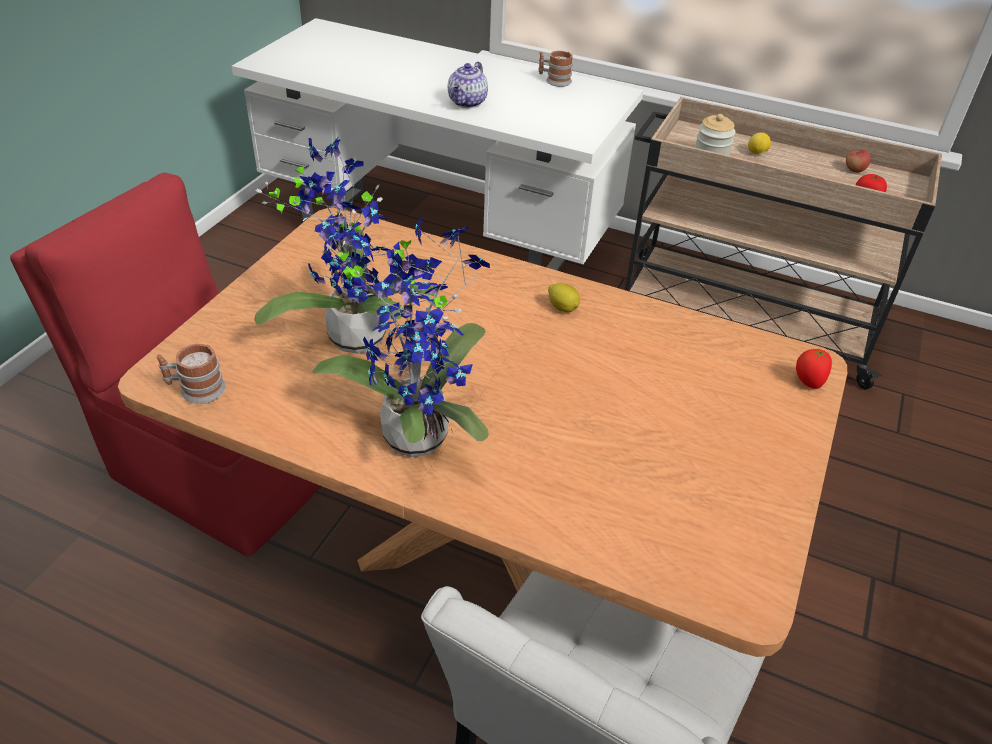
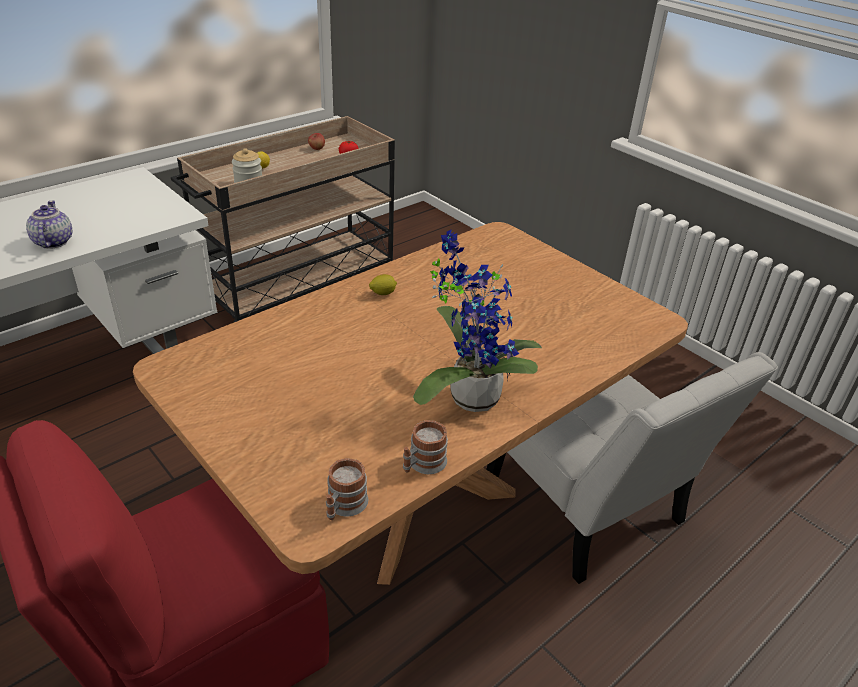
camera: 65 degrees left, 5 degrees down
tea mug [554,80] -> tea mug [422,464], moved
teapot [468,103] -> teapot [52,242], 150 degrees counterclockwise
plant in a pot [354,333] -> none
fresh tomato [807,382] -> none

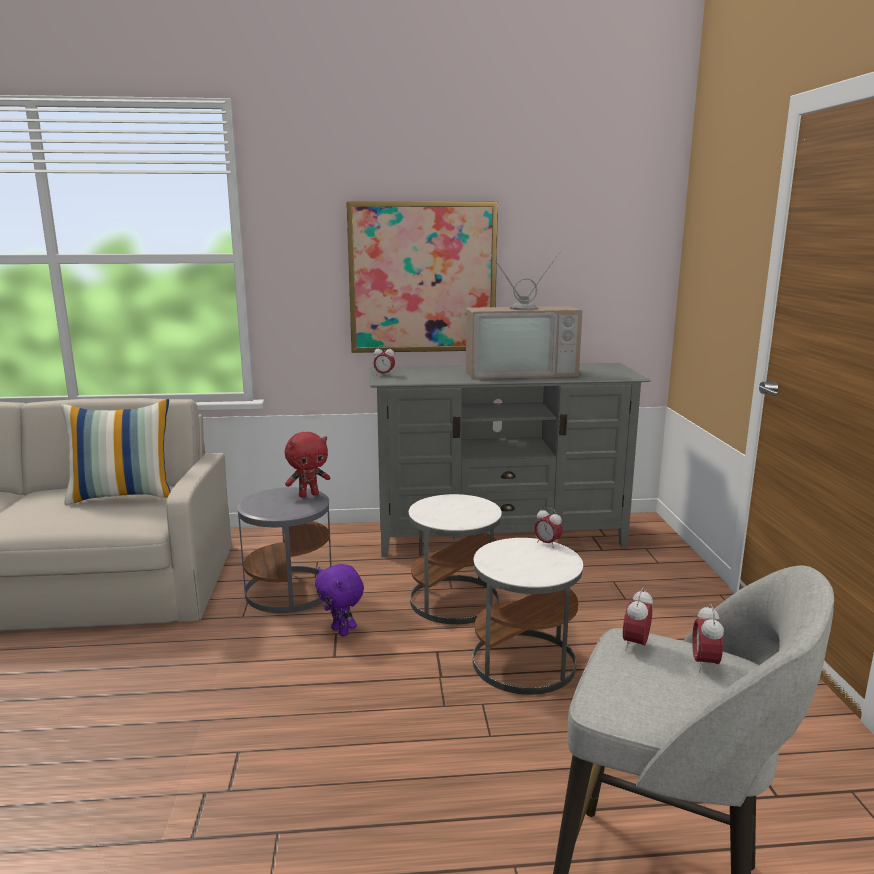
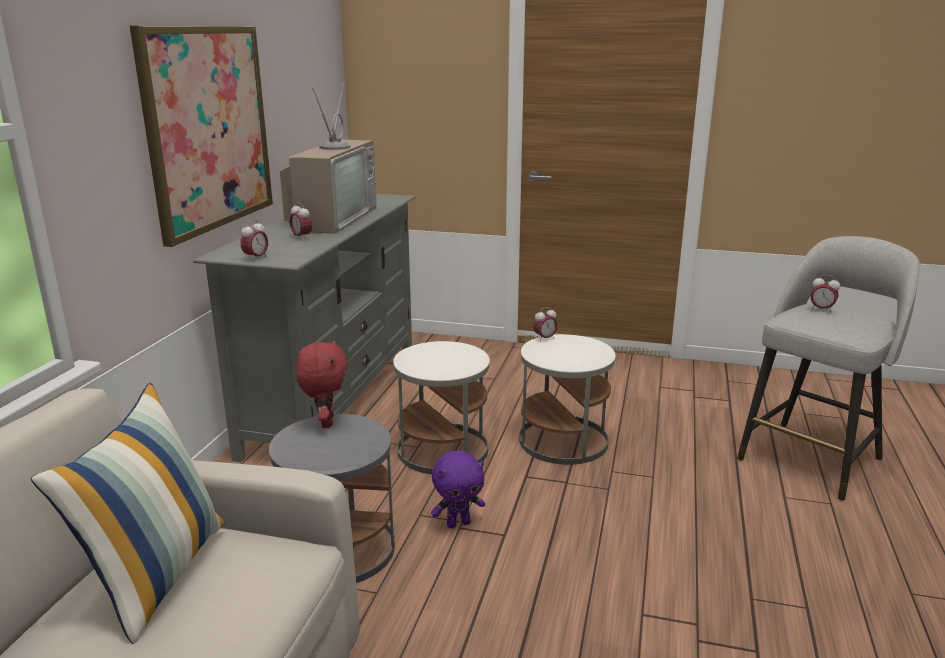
camera: 70 degrees left, 5 degrees up
bedside clock [635,645] -> bedside clock [301,237], moved

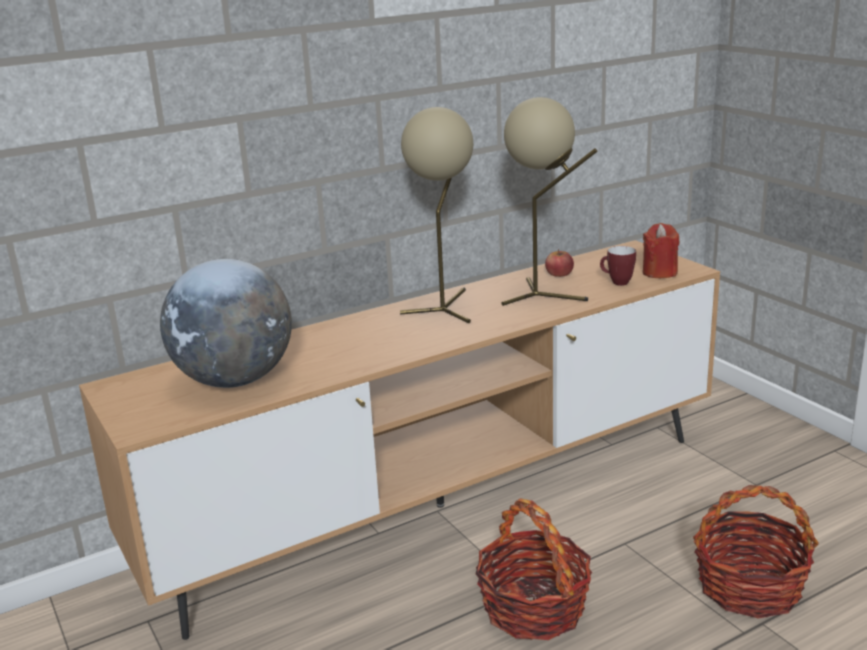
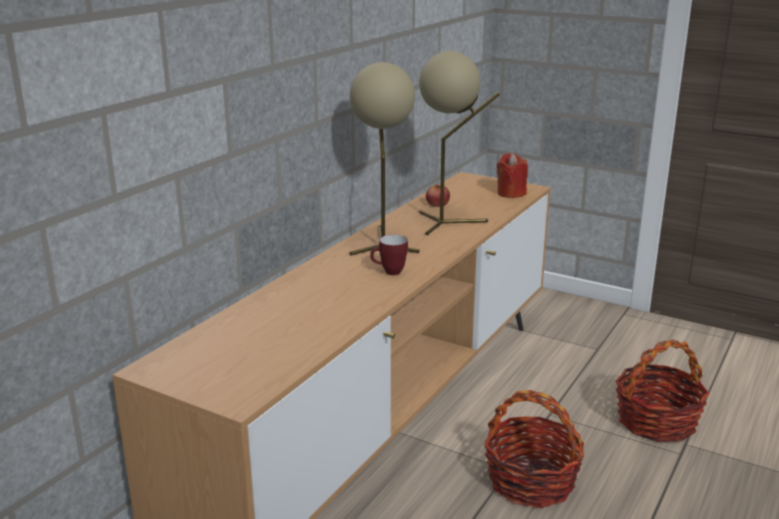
camera: 30 degrees left, 0 degrees up
tea mug [616,282] -> tea mug [389,272], moved
desk globe [235,380] -> none

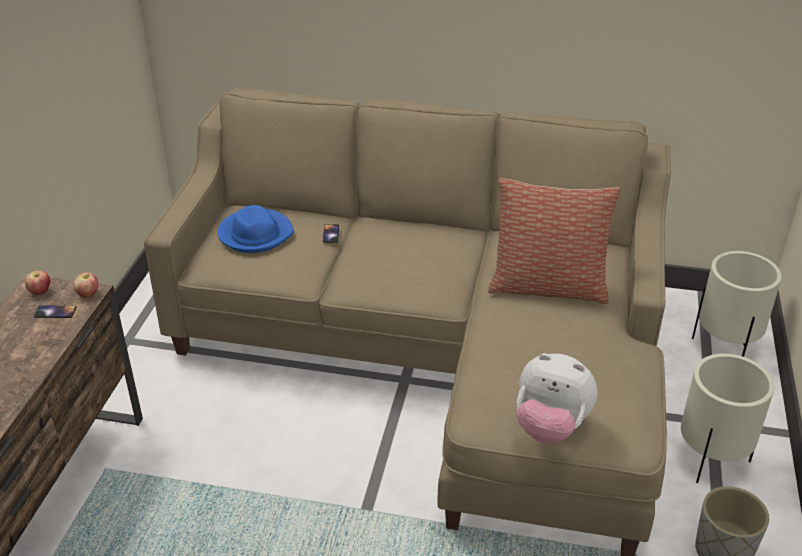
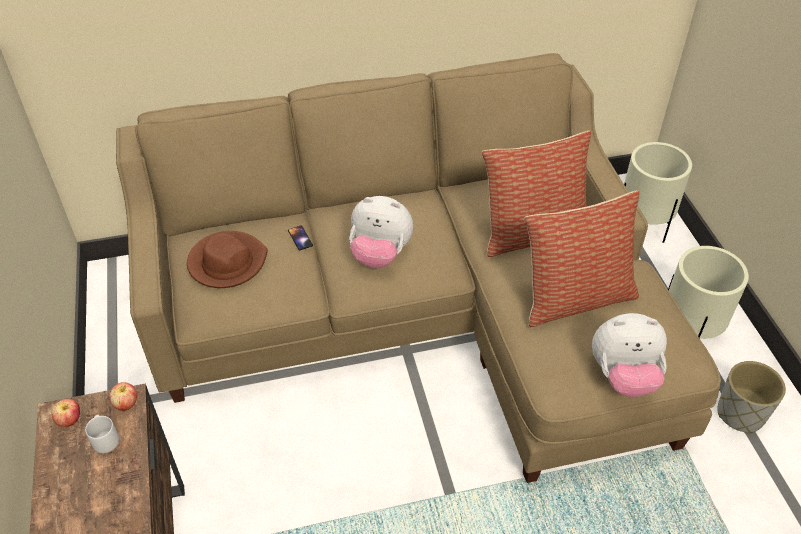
camera: 25 degrees left, 10 degrees up
wearable hat (blue-coloured) [255,234] -> wearable hat (brown) [227,262]
phone [55,312] -> tea mug (grey) [105,439]
none -> throw pillow [575,298]
none -> plush toy [380,254]

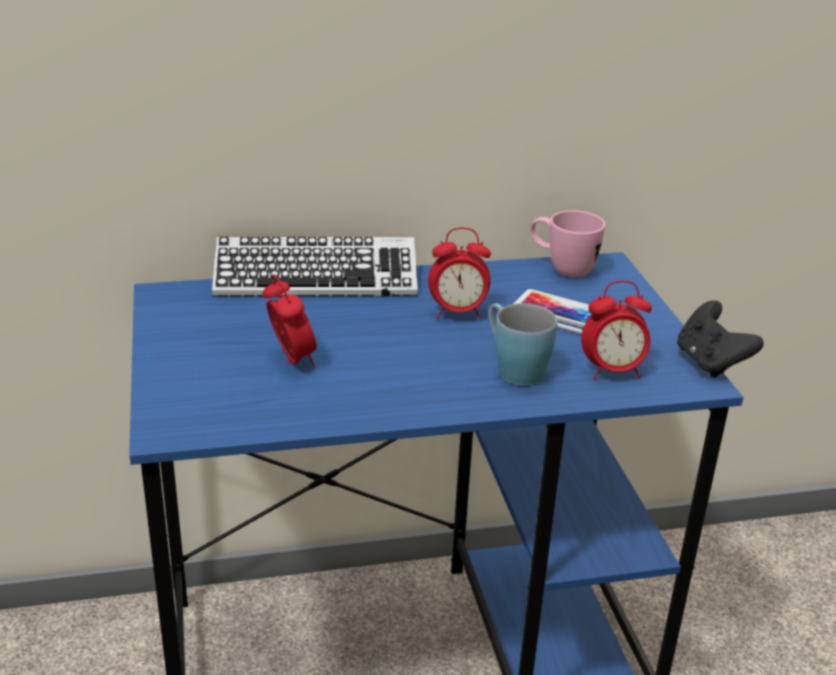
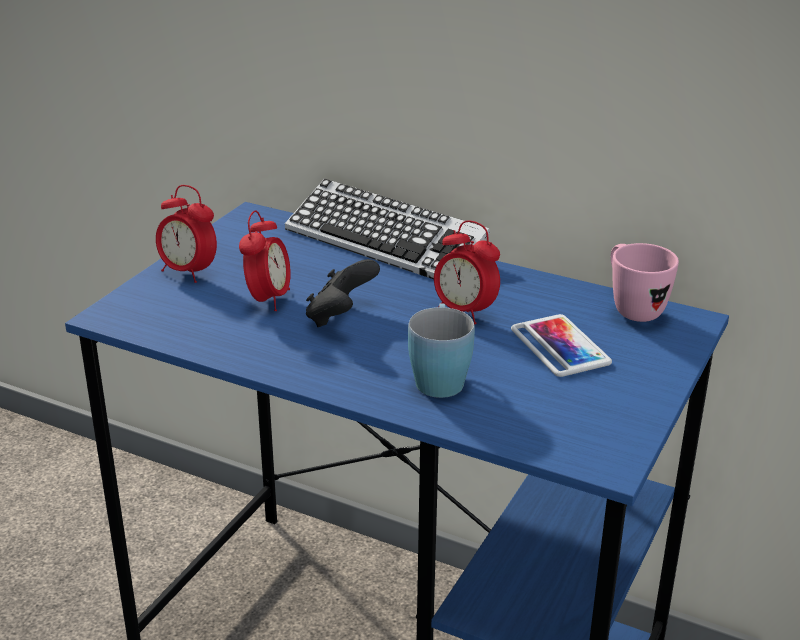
camera: 40 degrees right, 0 degrees up
bedside clock [612,371] -> bedside clock [188,272], moved
joypad (black-coloured) [710,363] -> joypad (black-coloured) [340,317], moved

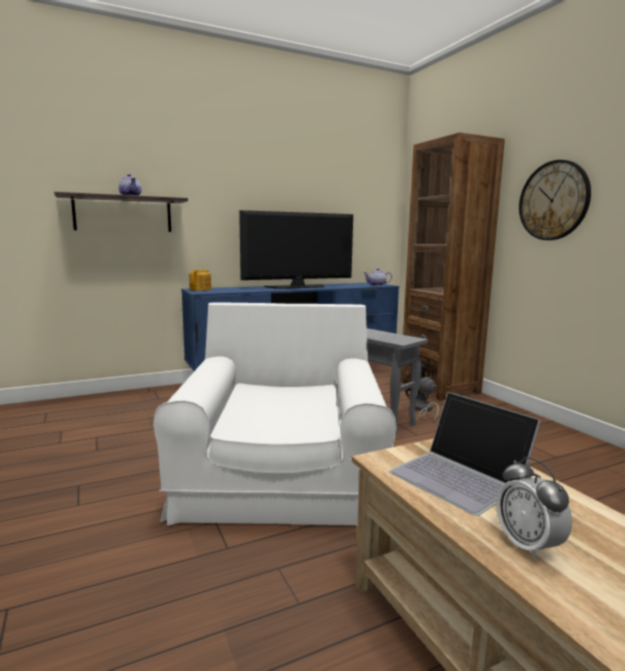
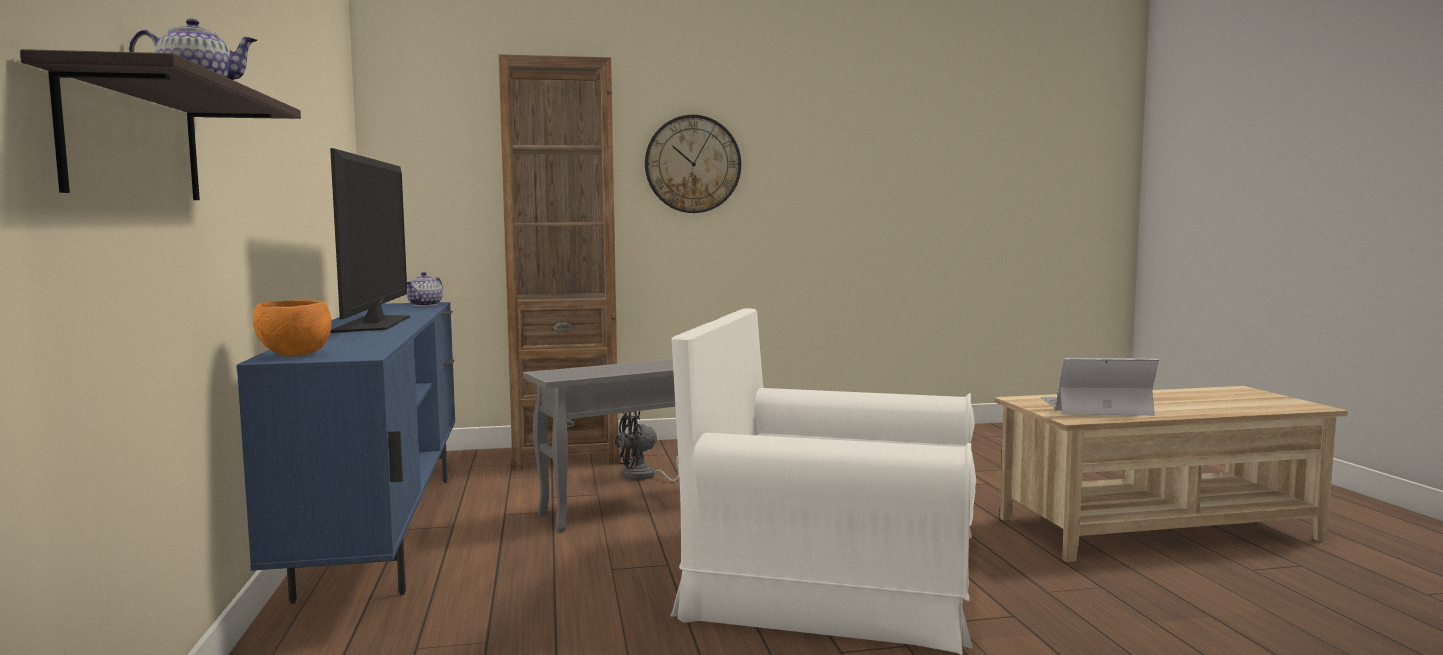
camera: 75 degrees left, 5 degrees down
teapot [201,289] -> deep dish (orangey) [295,355]
laptop [460,476] -> laptop [1094,406], 150 degrees counterclockwise
bedside clock [528,546] -> none

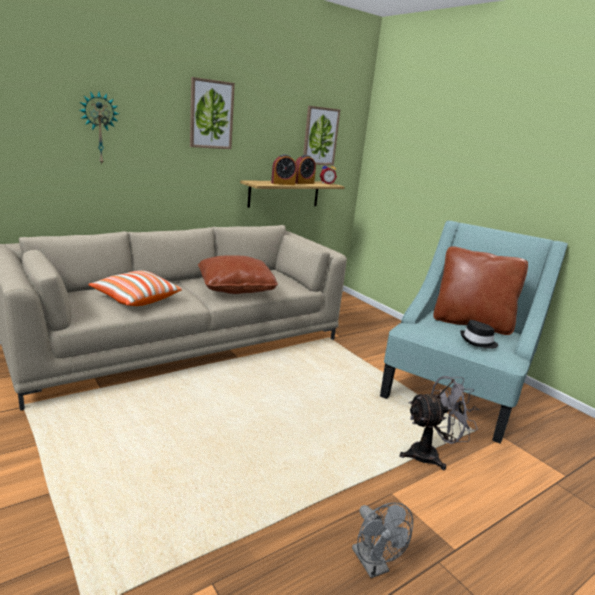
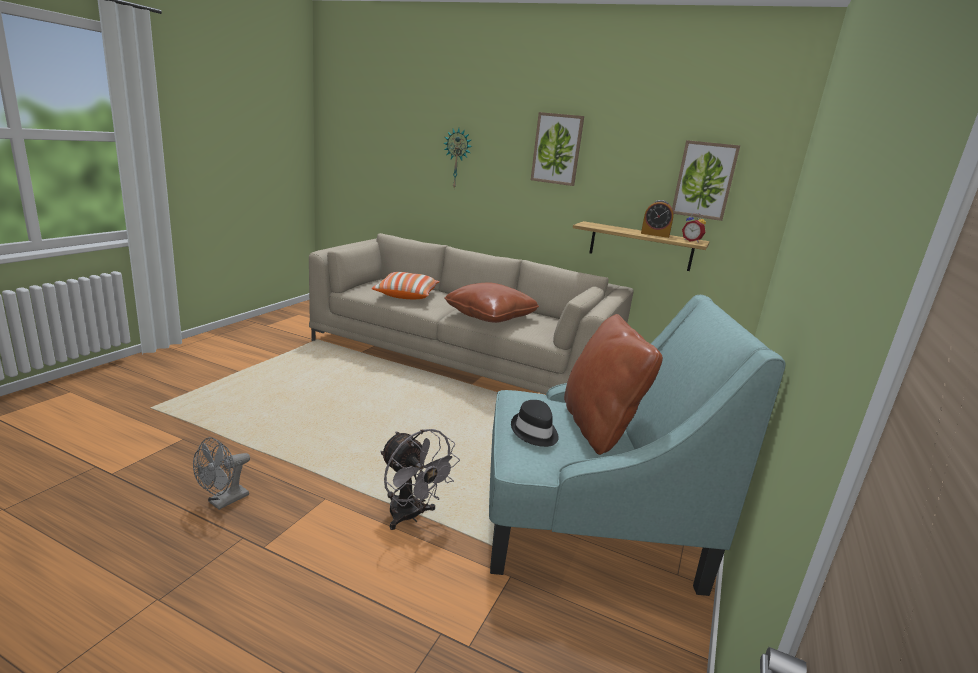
camera: 60 degrees right, 0 degrees up
bedside clock [283,183] -> none

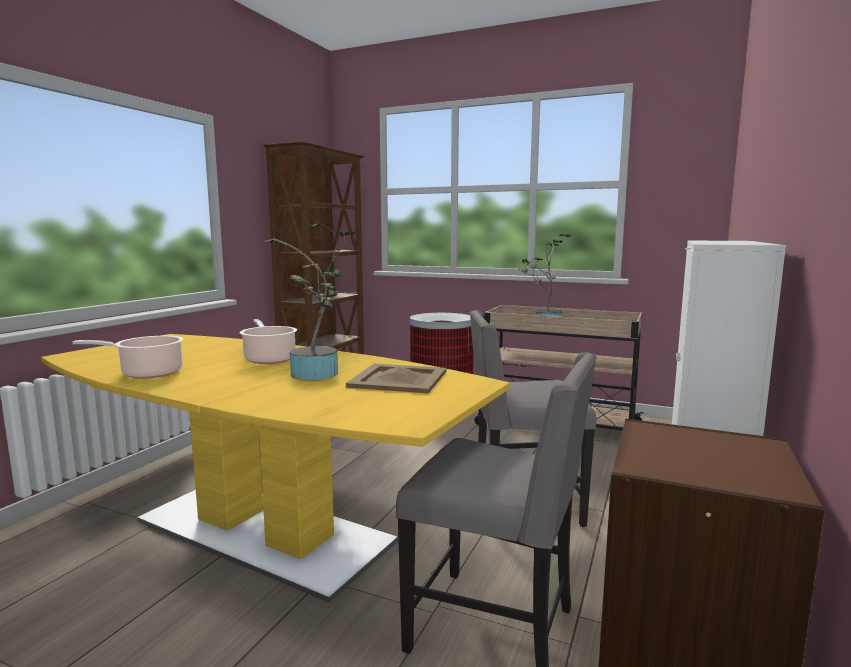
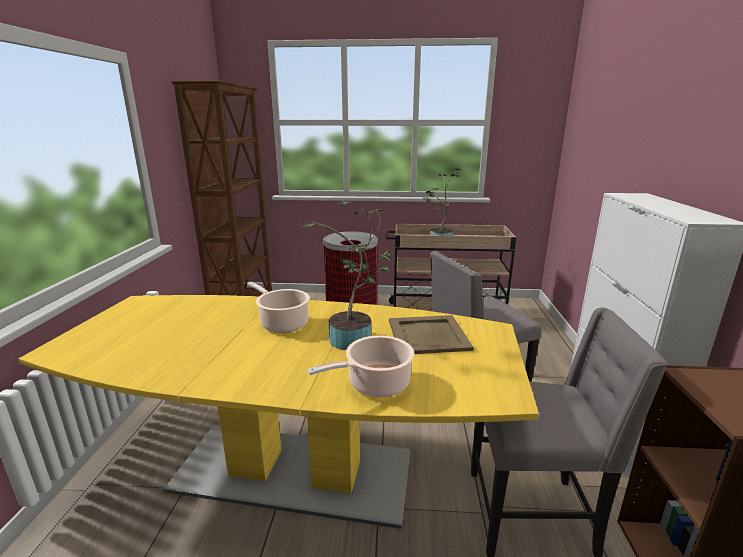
camera: 20 degrees left, 10 degrees up
cooking pot [147,373] -> cooking pot [375,384], moved

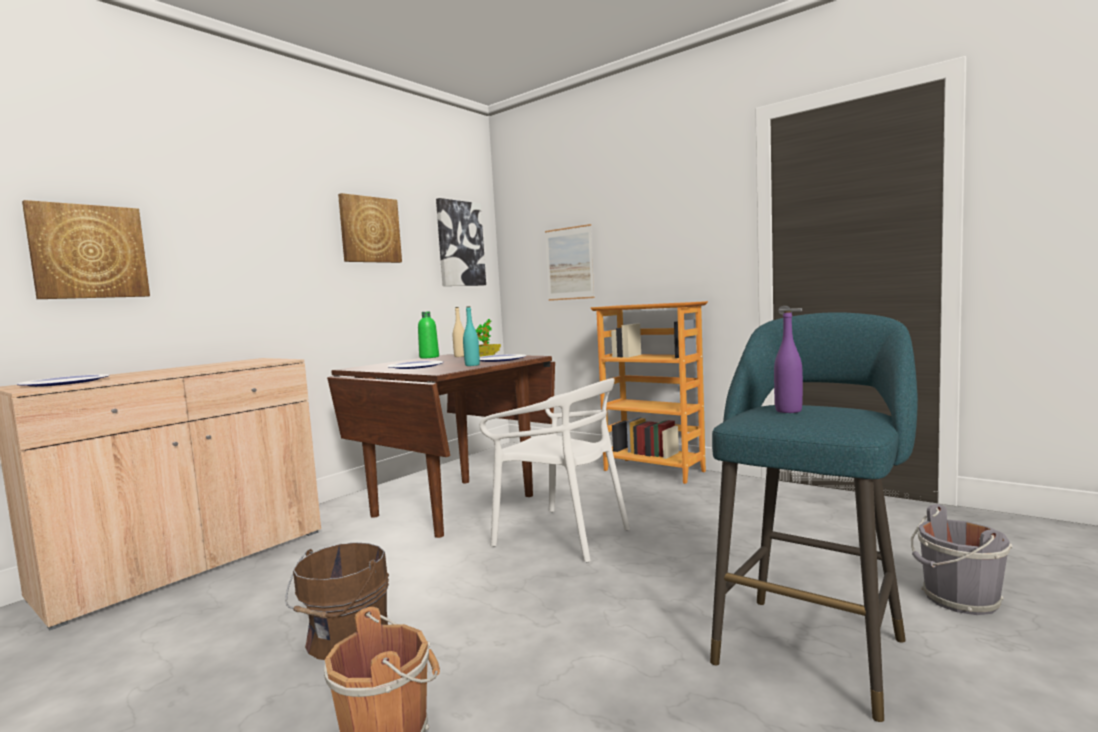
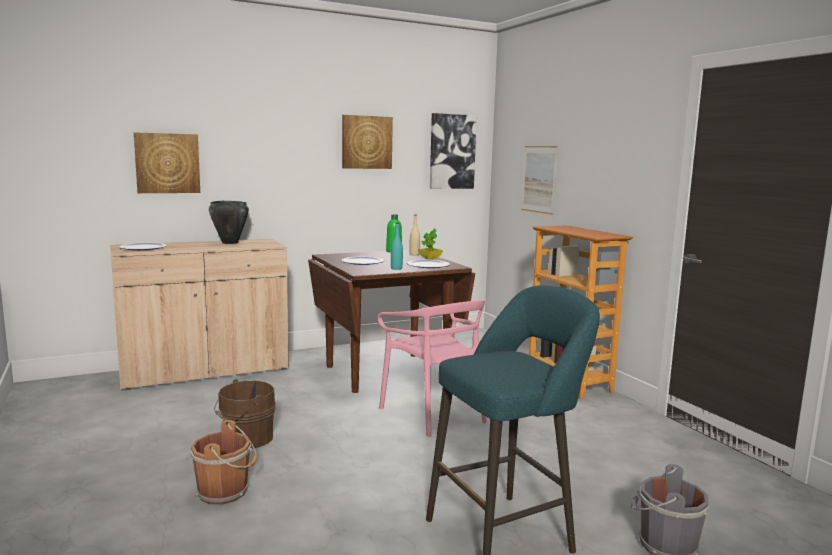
camera: 25 degrees right, 5 degrees up
bottle (purple-coloured) [788,411] -> none
plain chair (white) [562,535] -> plain chair (pink) [434,413]
none -> cooking pot (black-coloured) [229,243]

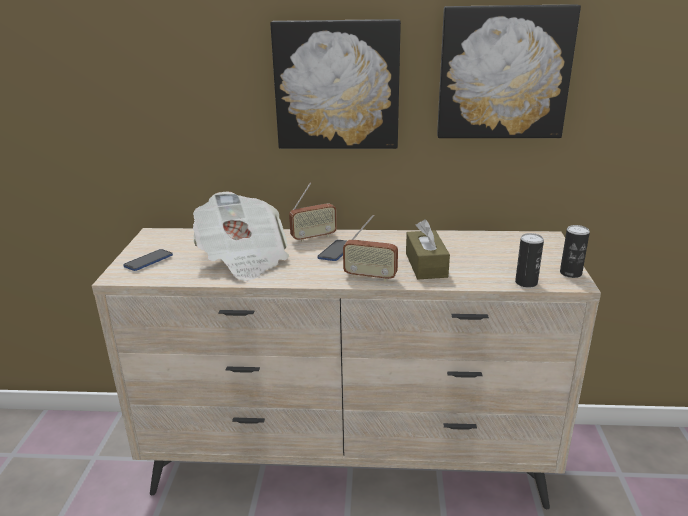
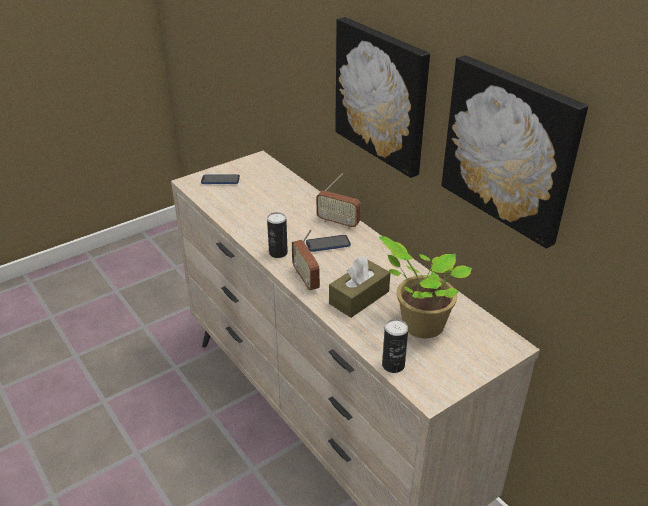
camera: 50 degrees right, 10 degrees up
printed paper [243,258] -> none
can [570,273] -> can [278,253], moved
none -> plant in a pot [419,324]

